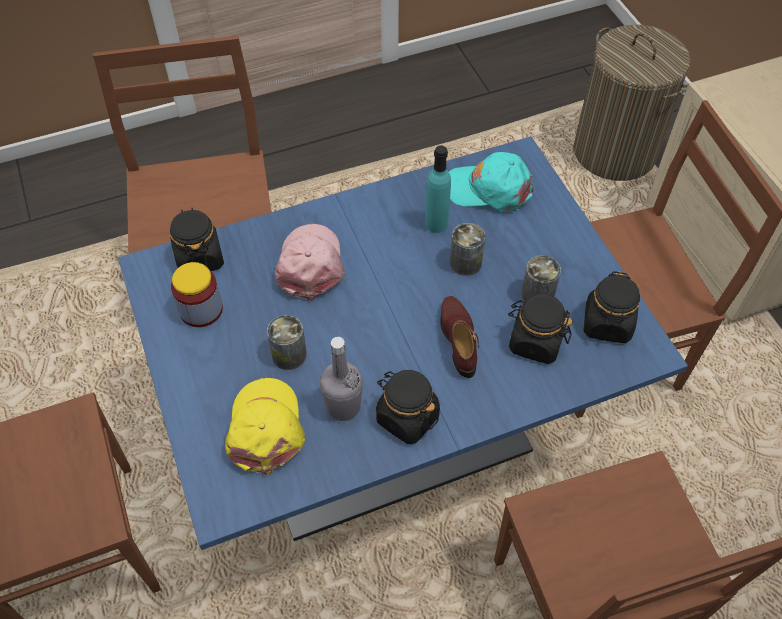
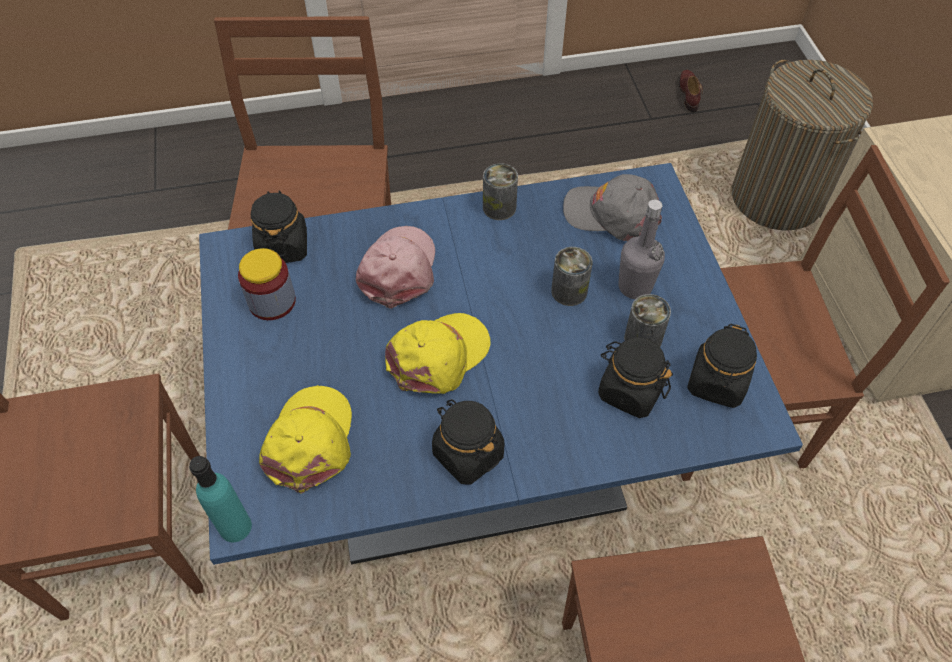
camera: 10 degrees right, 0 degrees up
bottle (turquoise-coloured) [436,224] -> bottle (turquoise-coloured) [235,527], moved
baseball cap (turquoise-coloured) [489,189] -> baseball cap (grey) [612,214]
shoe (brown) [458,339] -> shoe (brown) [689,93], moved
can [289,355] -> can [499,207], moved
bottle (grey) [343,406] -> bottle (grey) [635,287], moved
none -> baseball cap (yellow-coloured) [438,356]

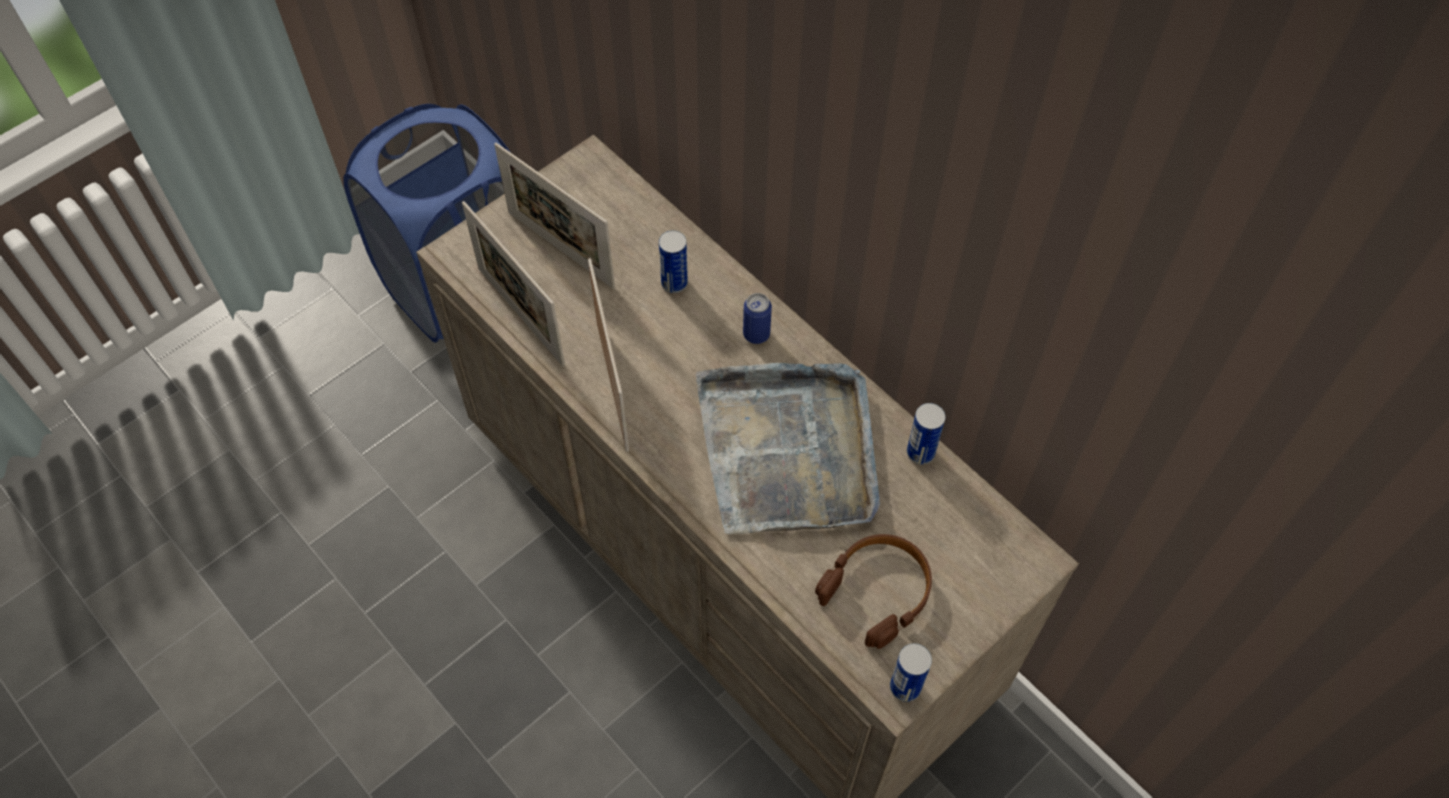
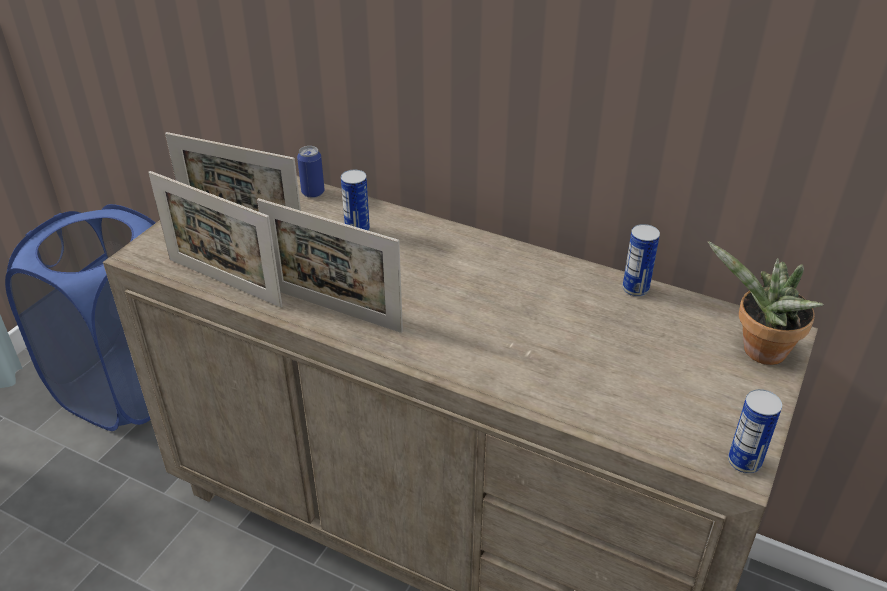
camera: 20 degrees left, 20 degrees down
photo frame [612,385] -> photo frame [335,310], 150 degrees clockwise
can [756,334] -> can [313,192], moved
serving tray (grey) [788,450] -> none
pair of headphones (brown) [878,591] -> none
none -> plant in a pot [758,352]

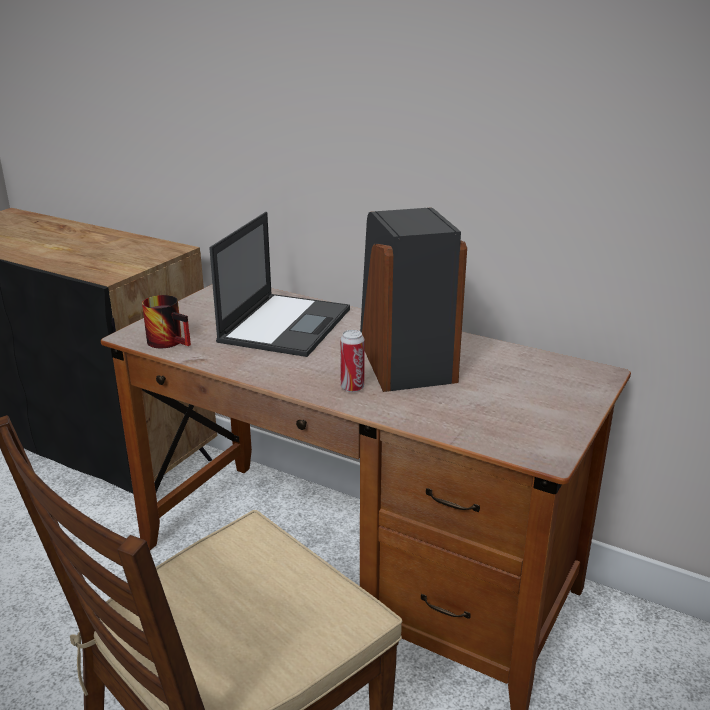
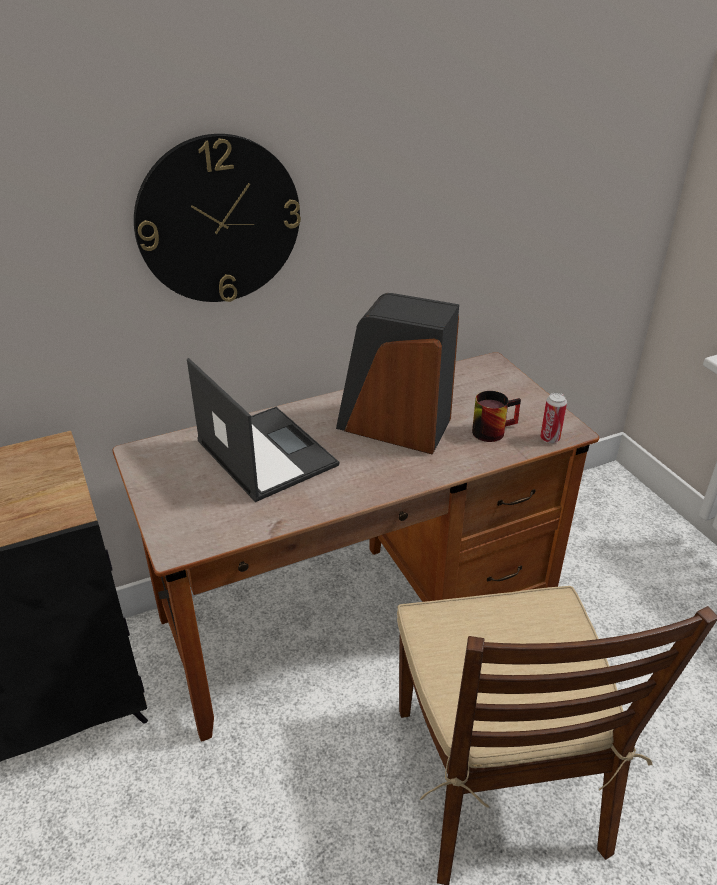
camera: 55 degrees left, 10 degrees up
tea mug [171,341] -> tea mug [492,429], moved
can [352,388] -> can [549,438], moved
none -> clock on the wall [218,220]

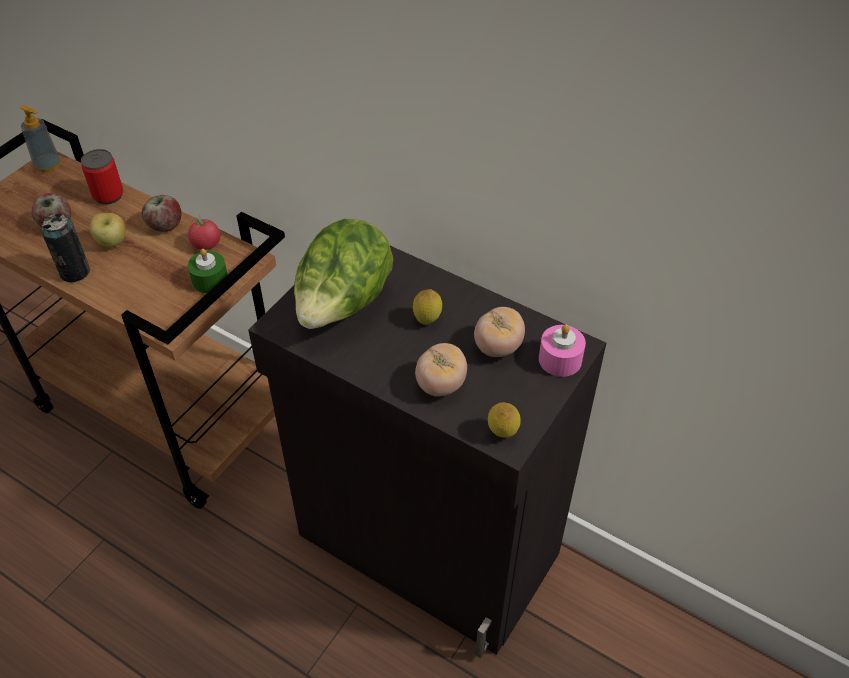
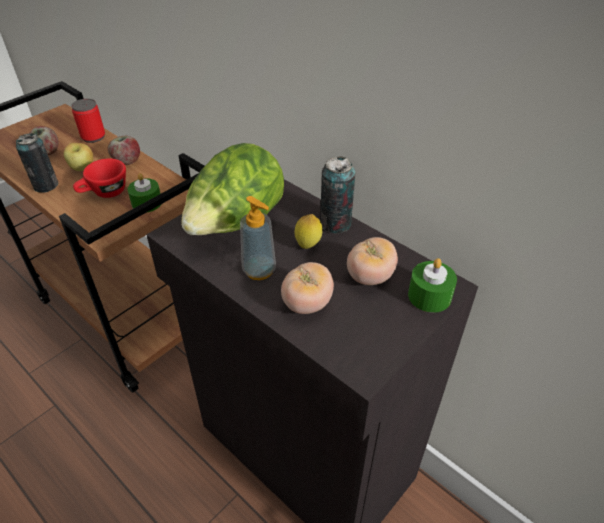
camera: 10 degrees right, 5 degrees down
soap dispenser [48,165] -> soap dispenser [259,270], moved
fresh tomato [206,244] -> none
wax candle (pink) [560,359] -> wax candle (green-coloured) [429,296]
citrus fruit [502,434] -> none
none -> can [335,224]
none -> drinking cup (reddish) [104,193]

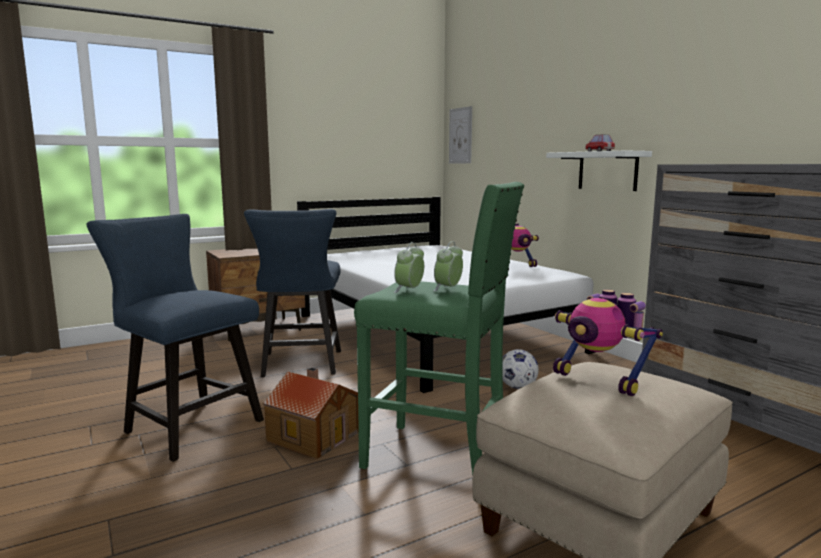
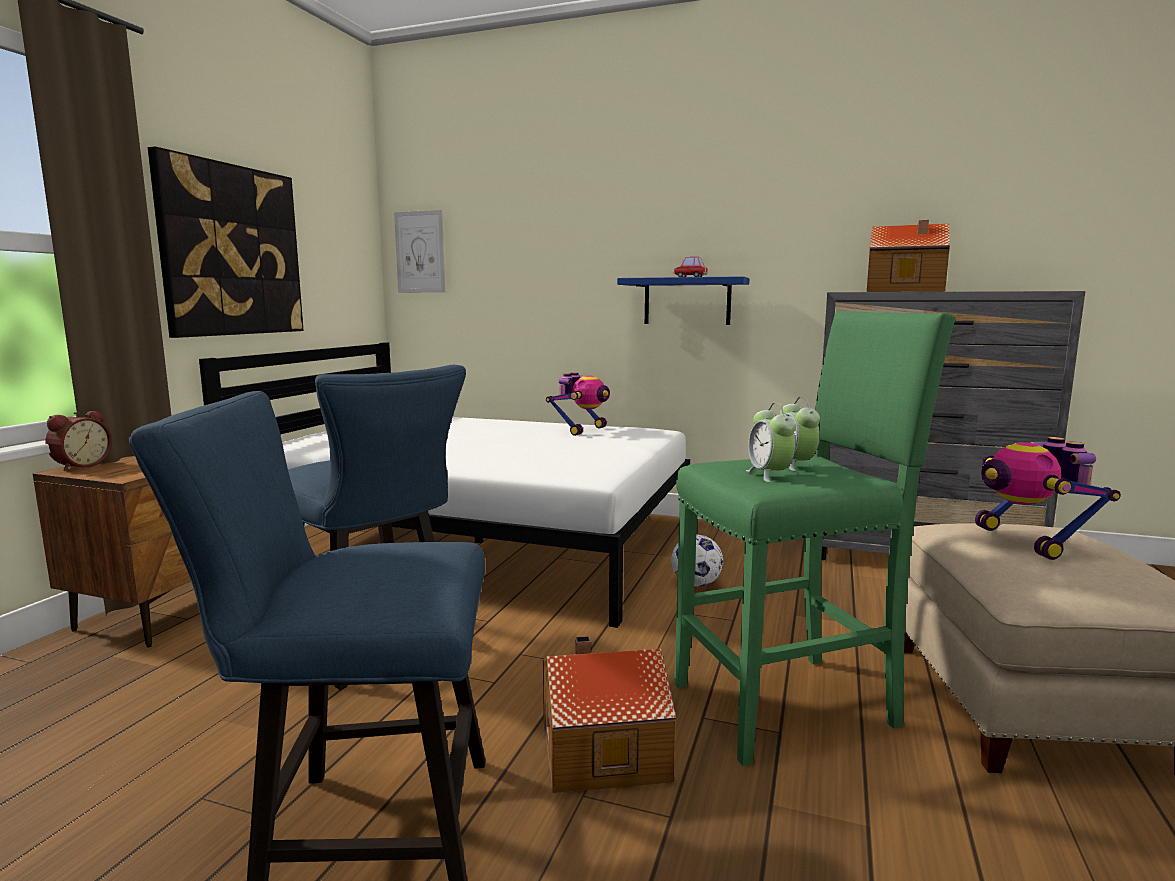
camera: 40 degrees left, 0 degrees up
bracket shelf (white) [607,171] -> bracket shelf (blue-coloured) [687,301]
robot figure [600,380] -> robot figure [1028,542], 75 degrees clockwise
none -> wall picture [231,251]
none -> toy house [906,291]
none -> bedside clock [80,465]

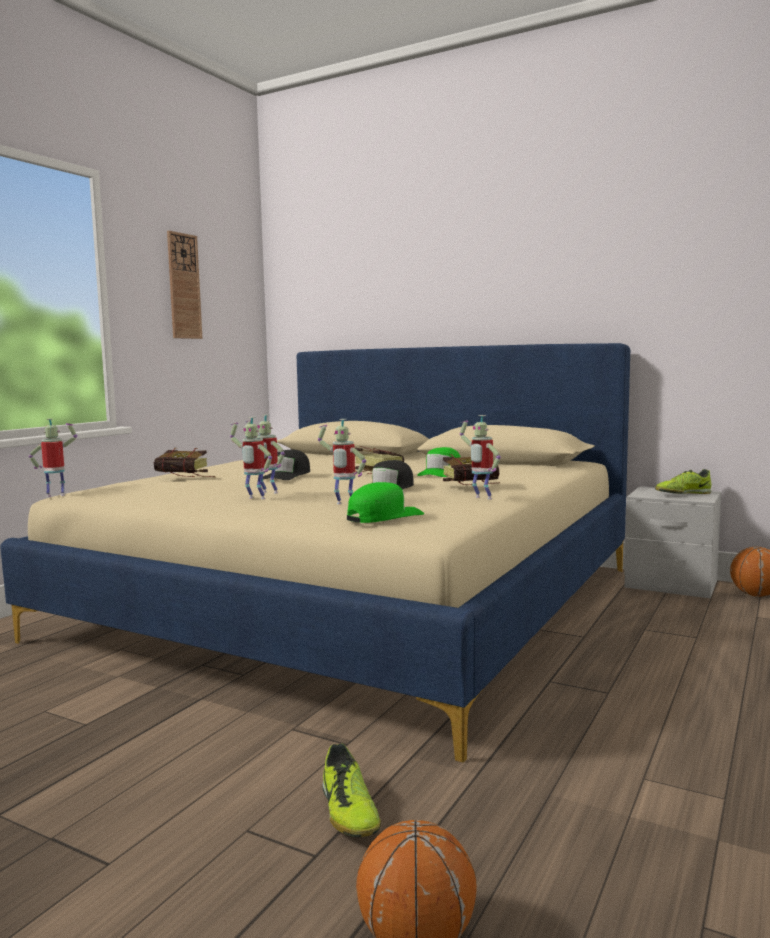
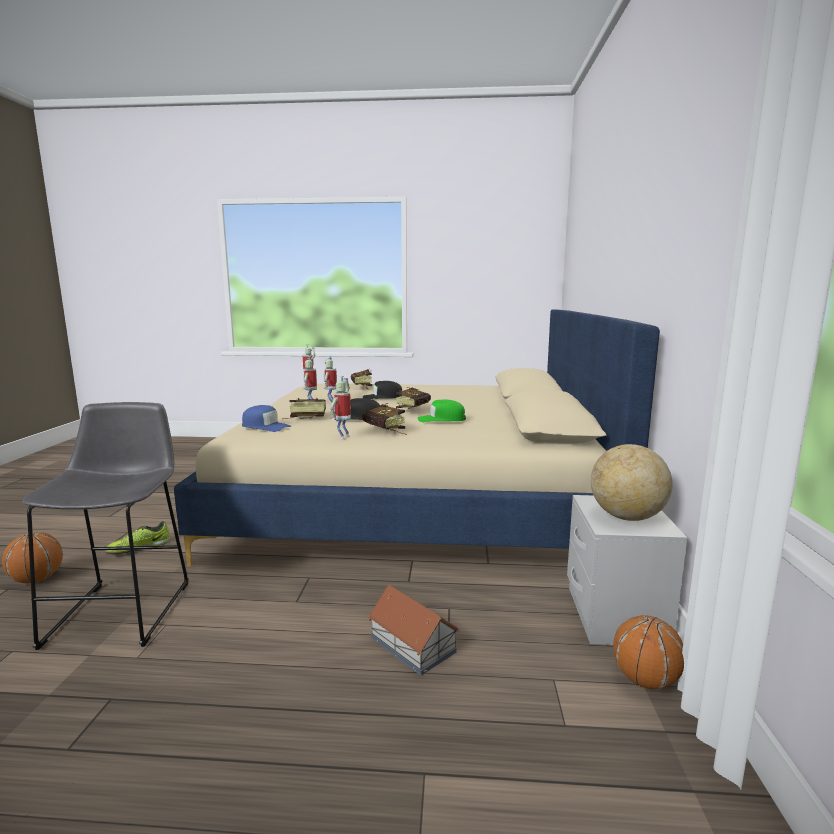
camera: 65 degrees right, 5 degrees up
clock on the wall [184,286] -> none
robot figure [344,504] -> book [304,417]
shoe [682,494] -> desk globe [627,517]
baseball cap (green-coloured) [384,516] -> baseball cap (blue-coloured) [265,426]
none -> stool (grey) [124,608]
none -> toy house [413,645]

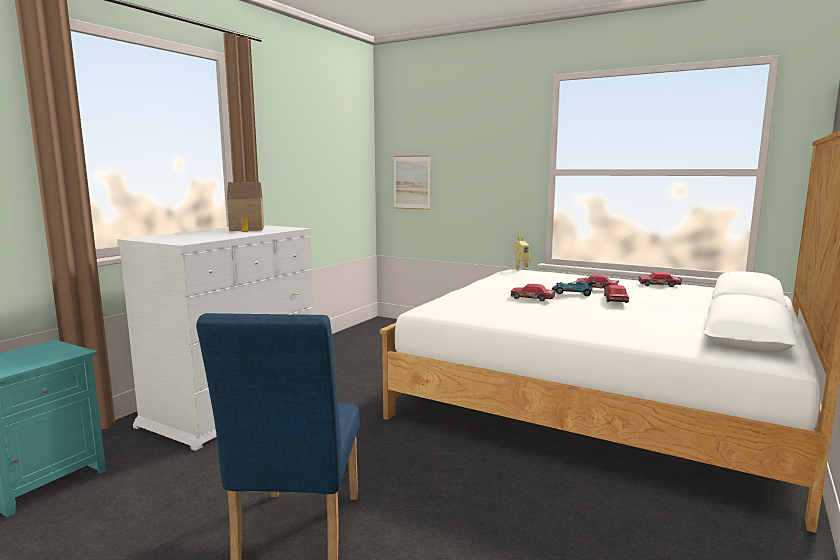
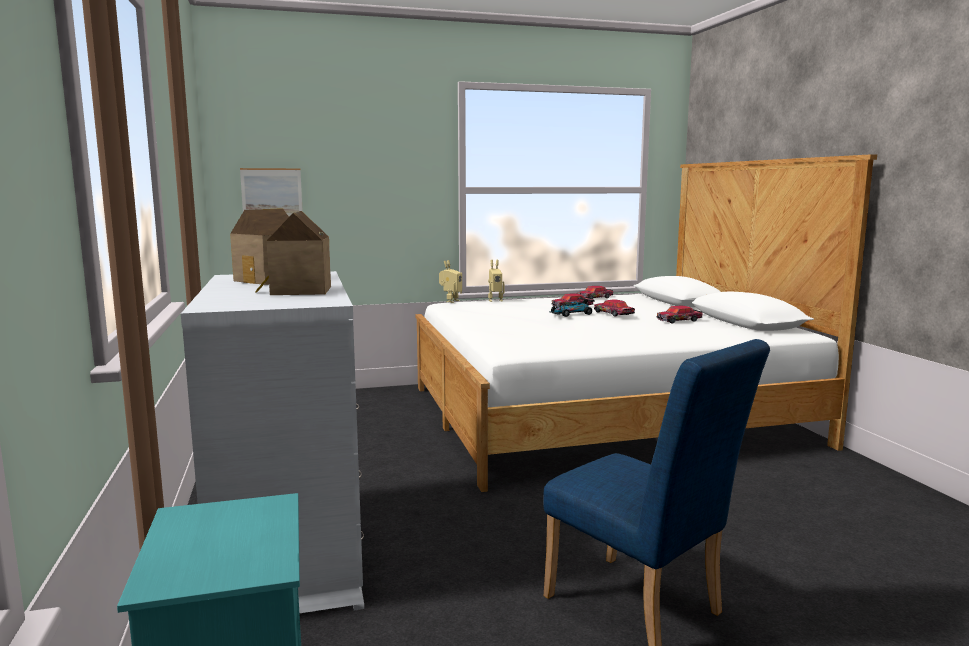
camera: 45 degrees left, 0 degrees up
model car [533,298] -> model car [679,320], moved
none -> toy house [297,291]
none -> robot figure [495,300]

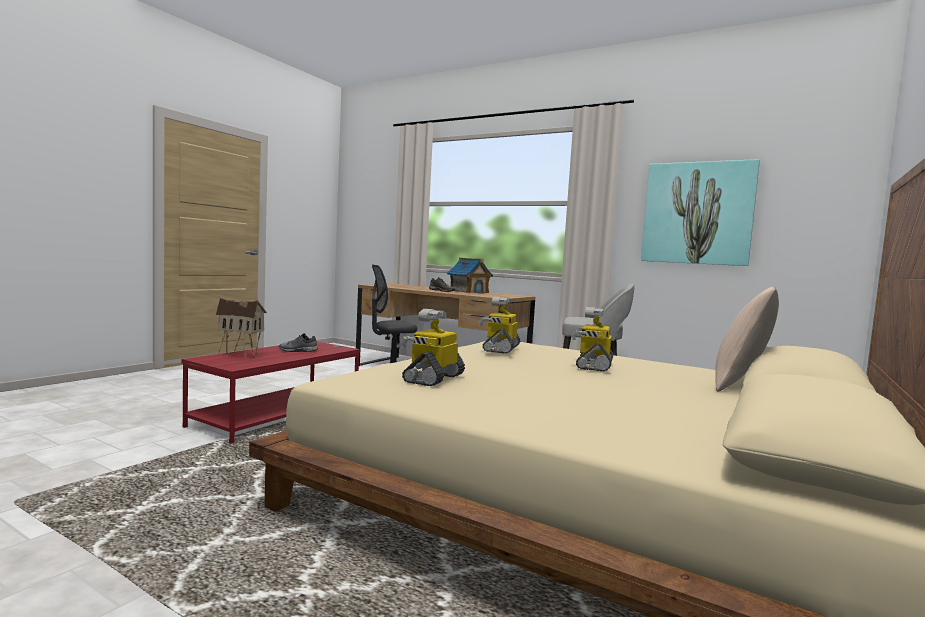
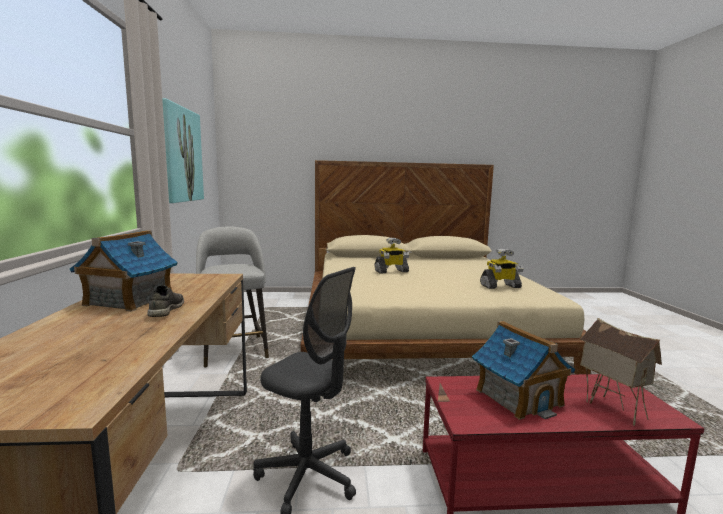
camera: 125 degrees left, 5 degrees up
throw pillow (sand-coloured) [741,384] -> none
robot figure [500,349] -> none
shoe (grey) [297,351] -> toy house [518,397]

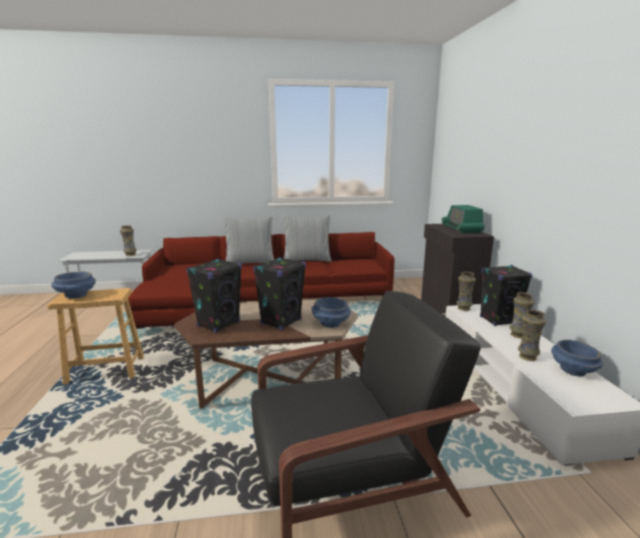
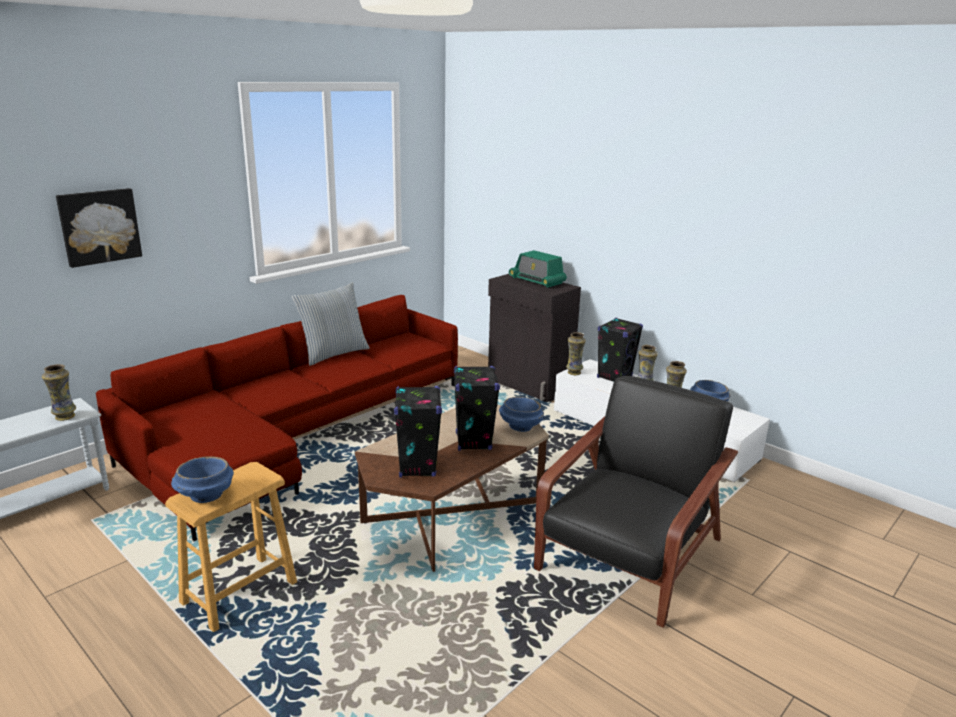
camera: 40 degrees left, 5 degrees up
throw pillow [250,262] -> none
none -> wall picture [99,226]

